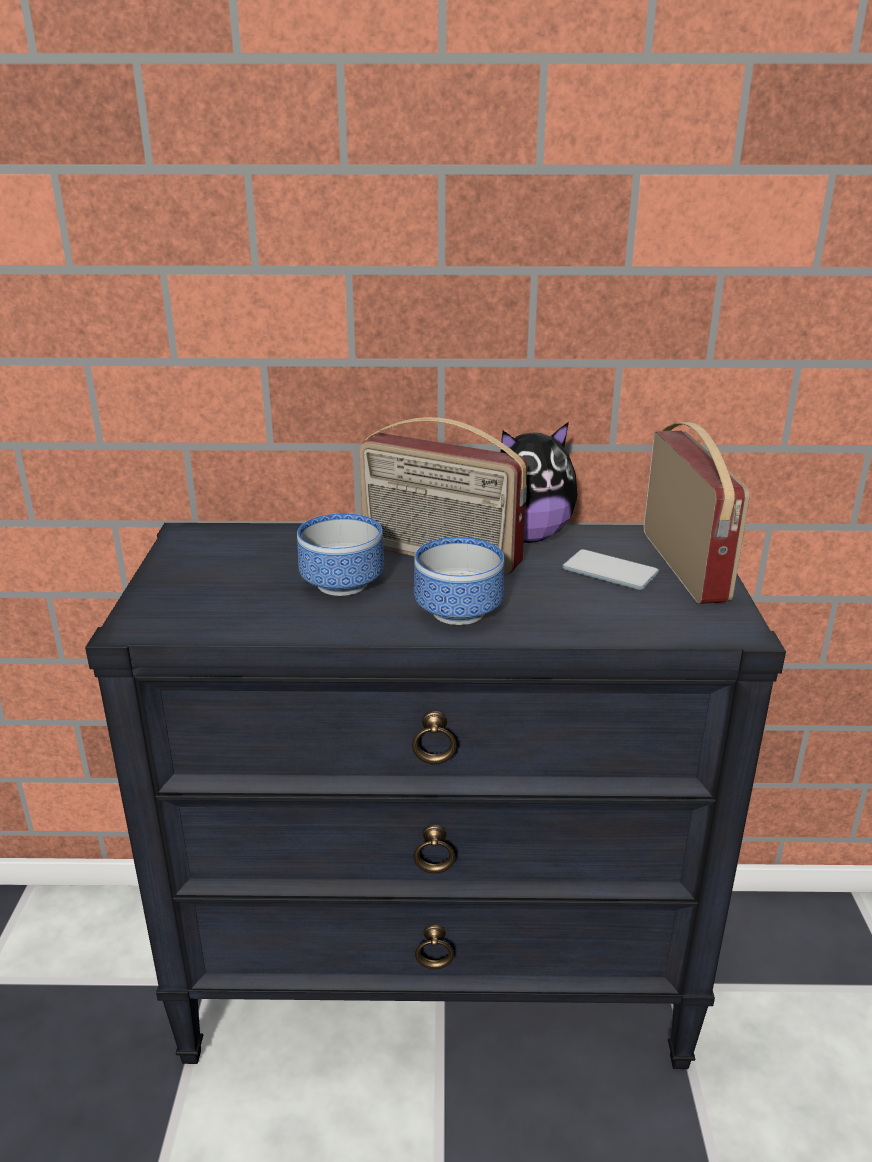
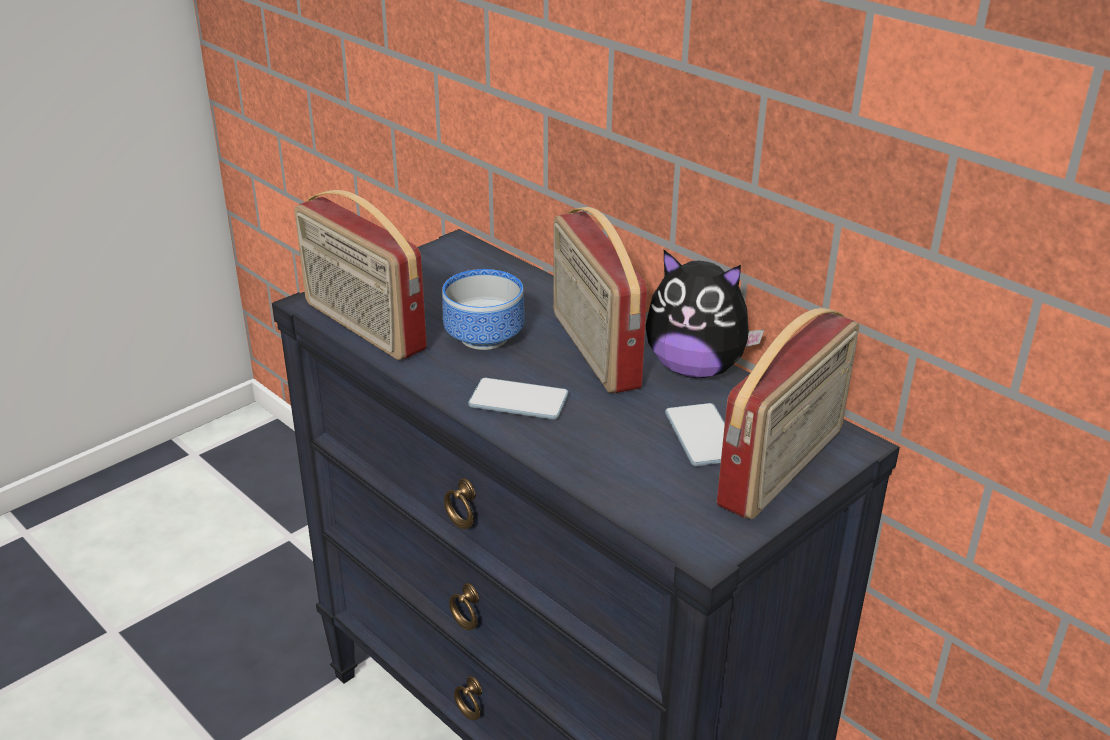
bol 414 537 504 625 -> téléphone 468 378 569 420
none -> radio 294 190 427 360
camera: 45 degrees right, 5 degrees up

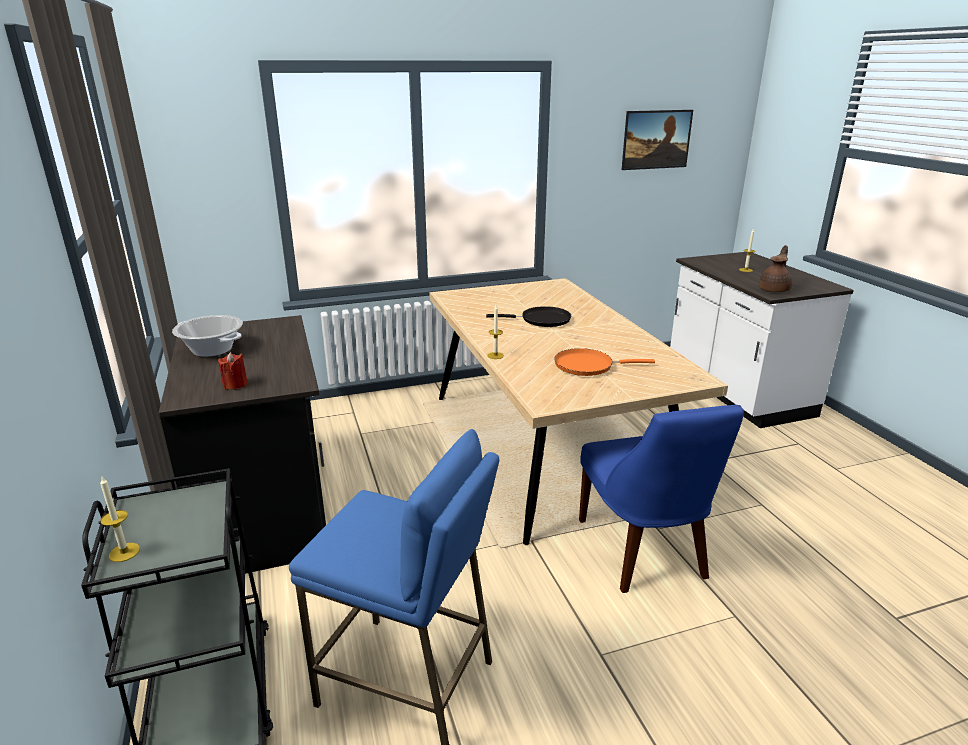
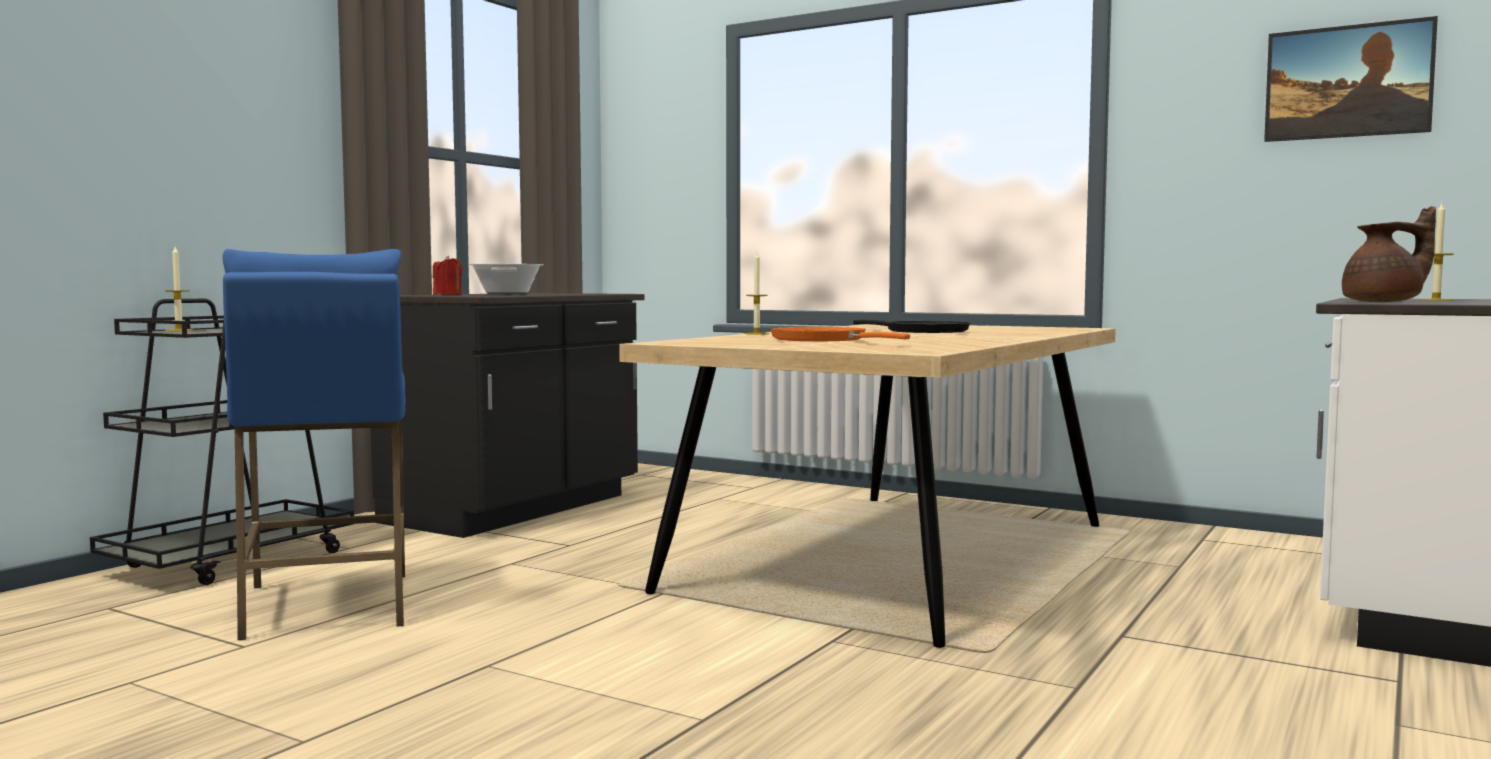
chaise [bleu] 579 405 744 593 -> none
camera: 50 degrees right, 20 degrees down

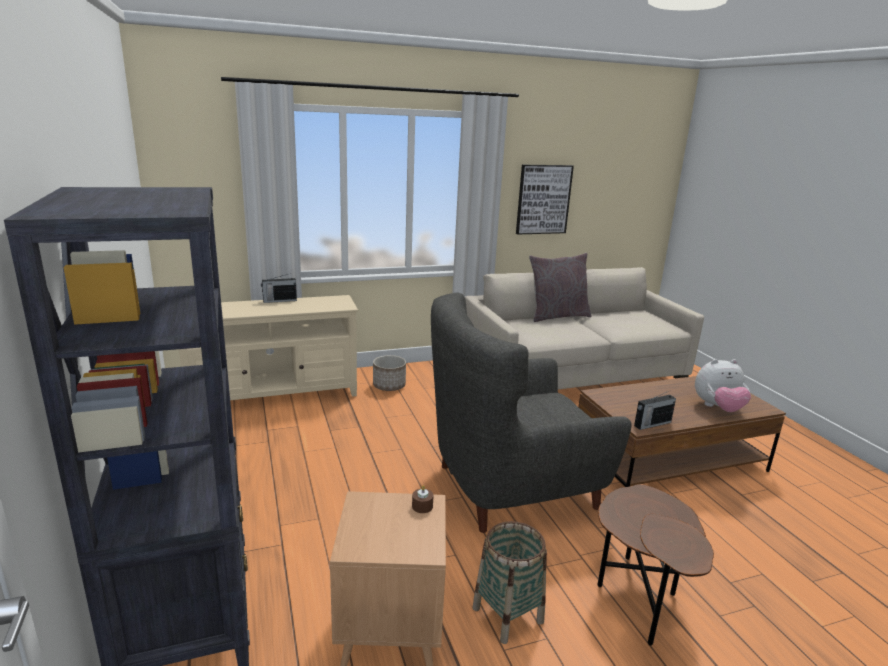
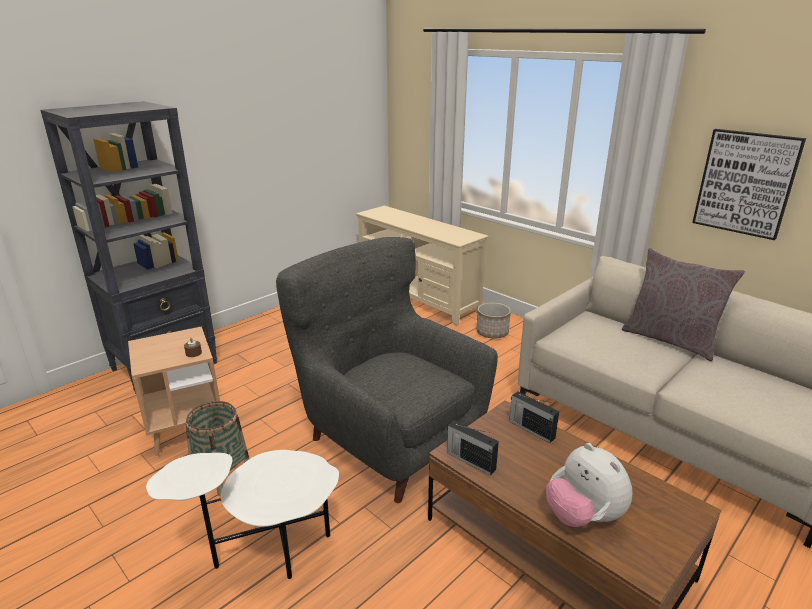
radio 261 273 297 303 -> radio 509 391 559 443, moved
table d'appoint [marron] 597 484 714 646 -> table d'appoint [blanc] 146 450 339 579
camera: 65 degrees right, 5 degrees up

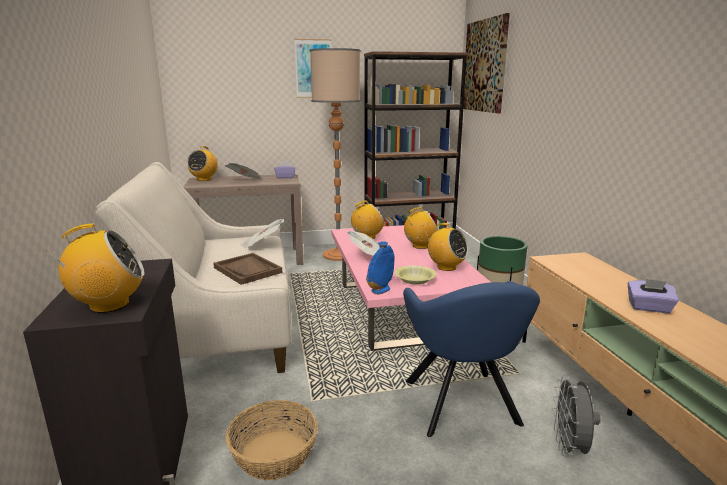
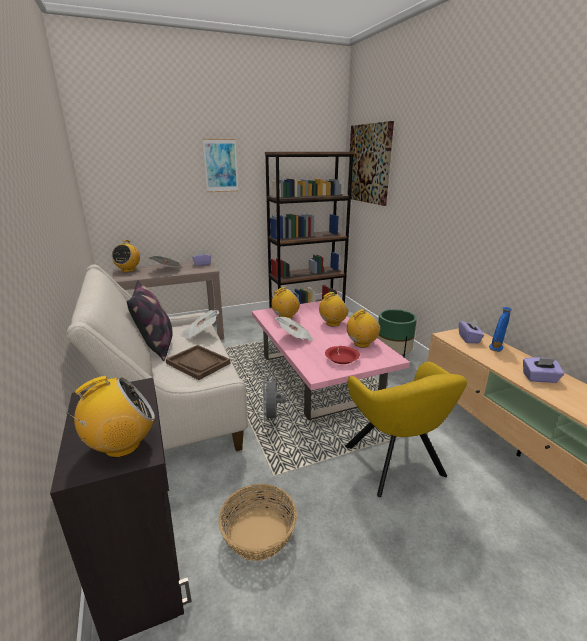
lampadaire 310 48 361 261 -> none
vase [bleu] 366 241 394 294 -> vase [bleu] 489 307 512 352, moved
bol [jaune] 394 265 436 284 -> bol [rouge] 325 346 360 364
fauteuil [bleu] 403 281 540 437 -> fauteuil [jaune] 345 361 467 497
radio 425 223 468 271 -> radio 347 309 380 348, 60 degrees counterclockwise
ventilateur [gris] 552 375 601 456 -> ventilateur [gris] 263 375 286 423, moved
none -> coussin 127 280 173 361
none -> boîte à mouchoirs [violet] 459 319 484 343
camera: 10 degrees left, 5 degrees up

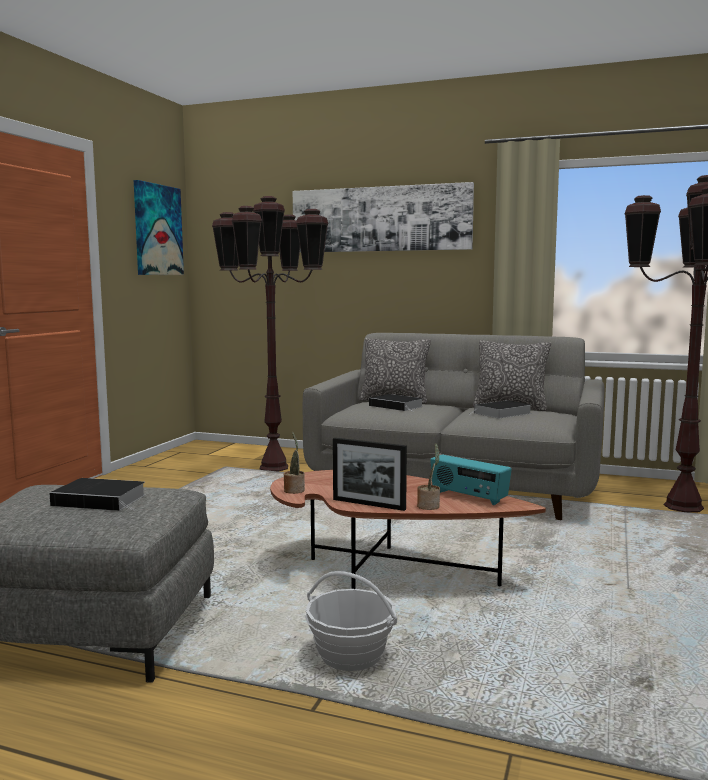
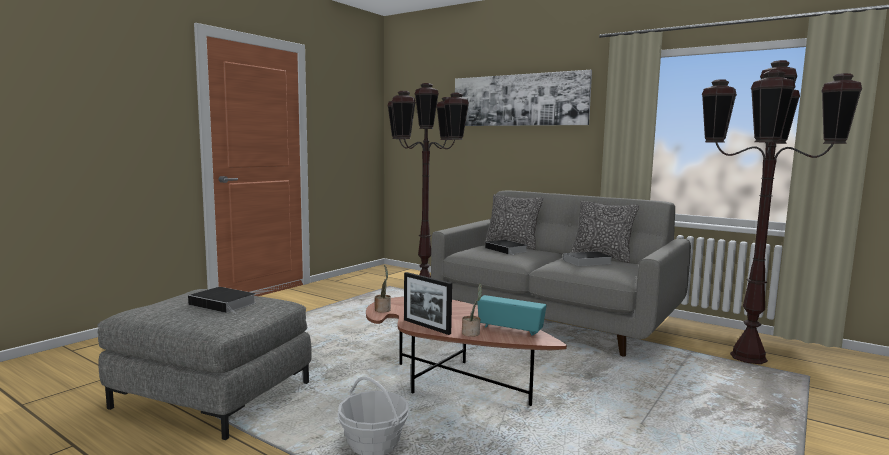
tableau 134 180 184 275 -> none
radio 430 455 512 505 -> radio 477 295 546 336, 150 degrees clockwise
camera: 15 degrees right, 0 degrees up

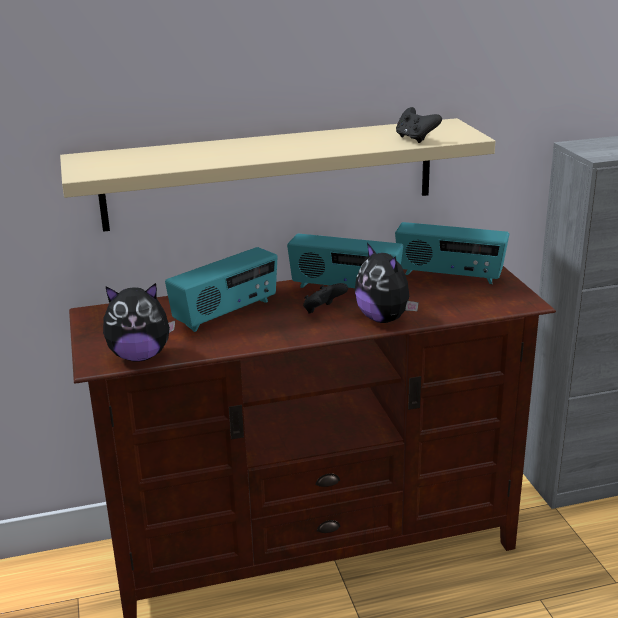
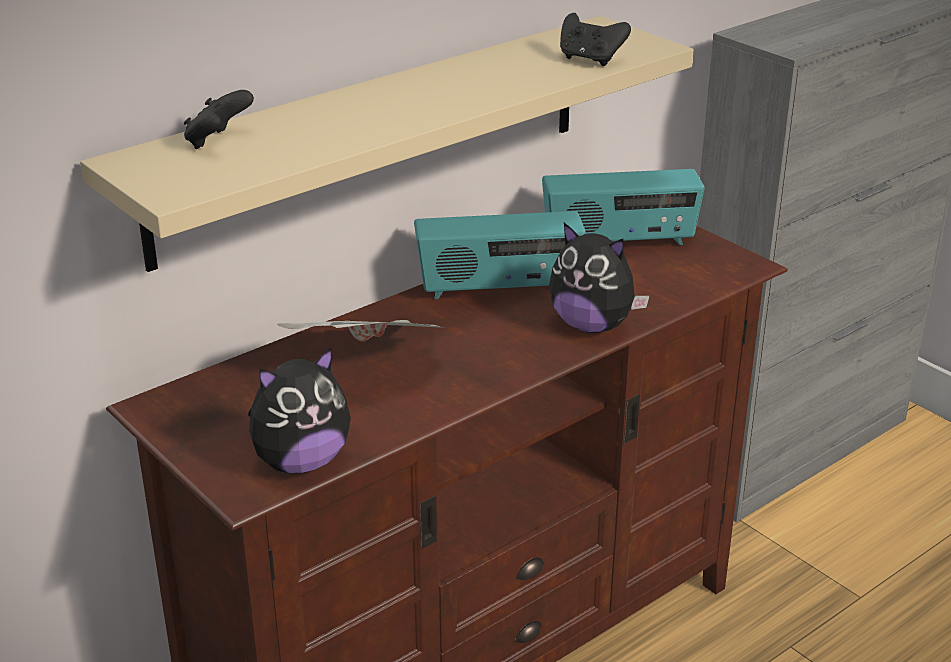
radio 165 247 277 332 -> journal 277 320 446 342
manette [noir] 303 283 348 313 -> manette [noir] 184 90 254 149, moved
camera: 25 degrees left, 5 degrees up

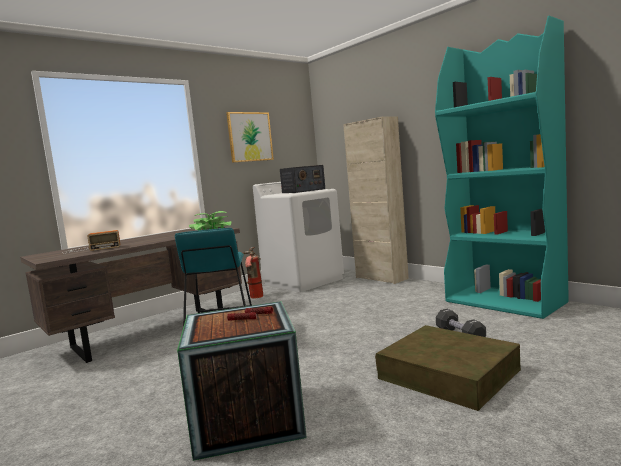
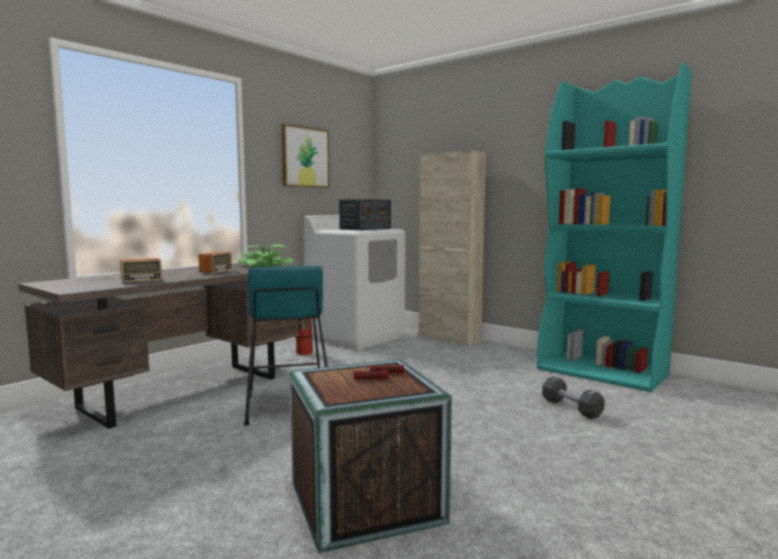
boîte de rangement [marron] 375 325 521 411 -> none
none -> radio 162 251 232 277
camera: 10 degrees left, 0 degrees up

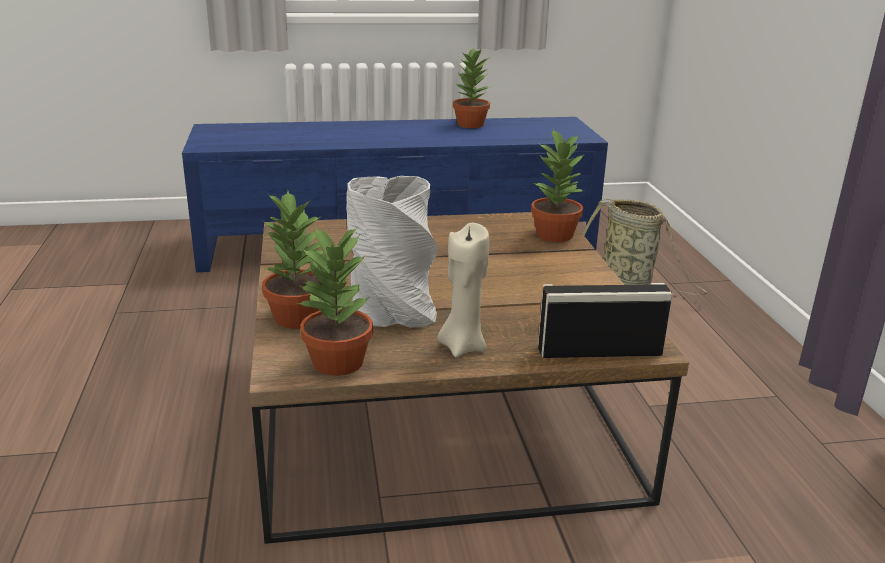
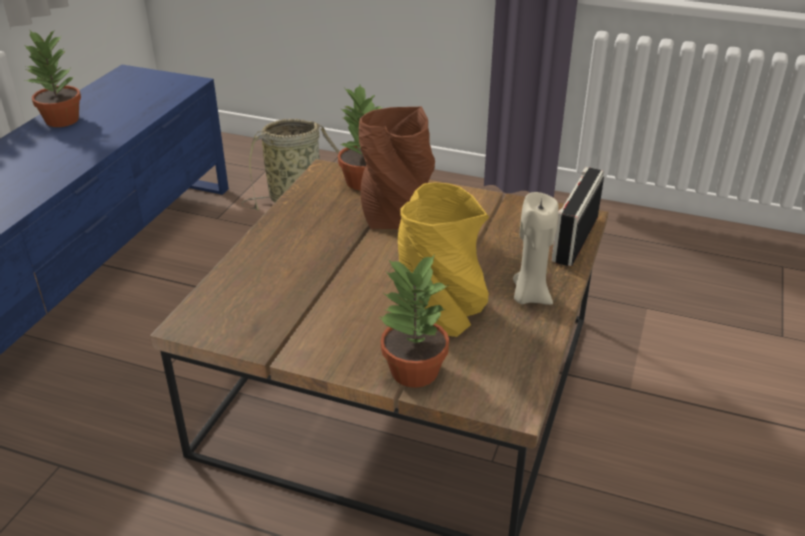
plante en pot 297 226 373 376 -> none
vase [gris] 346 176 438 328 -> vase [jaune] 398 182 489 337
none -> vase [marron] 359 107 435 229
camera: 60 degrees left, 10 degrees up

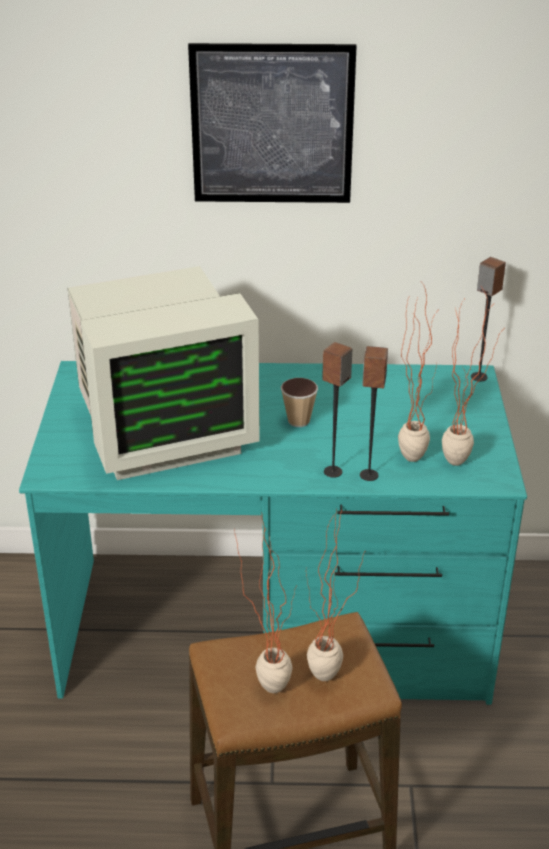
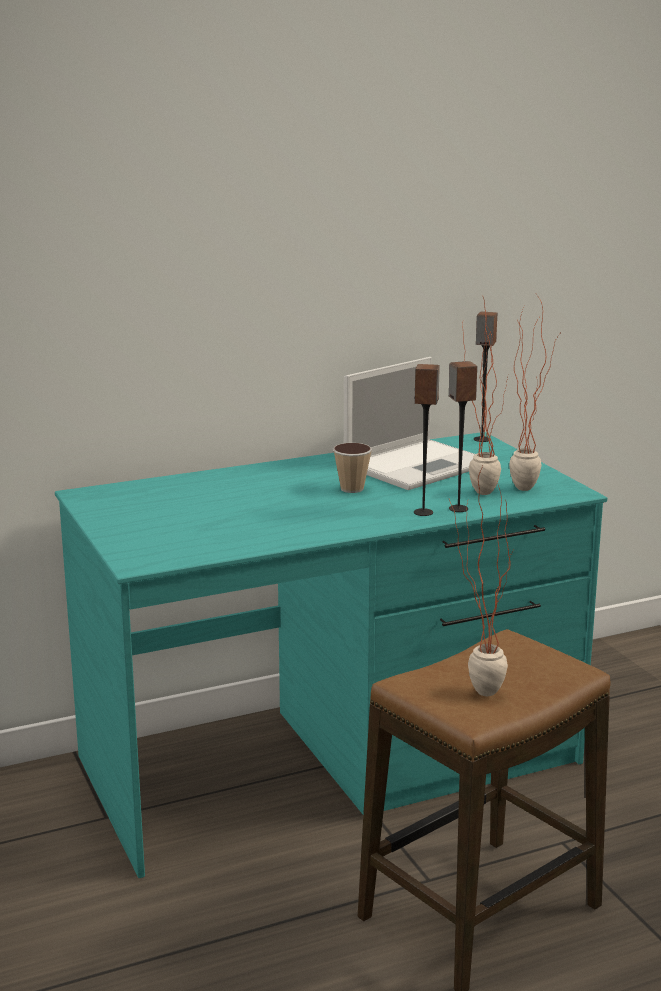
écran d'ordinateur 68 266 260 480 -> none
tableau 188 43 357 203 -> none
plante en pot 306 508 365 681 -> none
none -> ordinateur portable 344 357 476 490
camera: 25 degrees left, 15 degrees down

